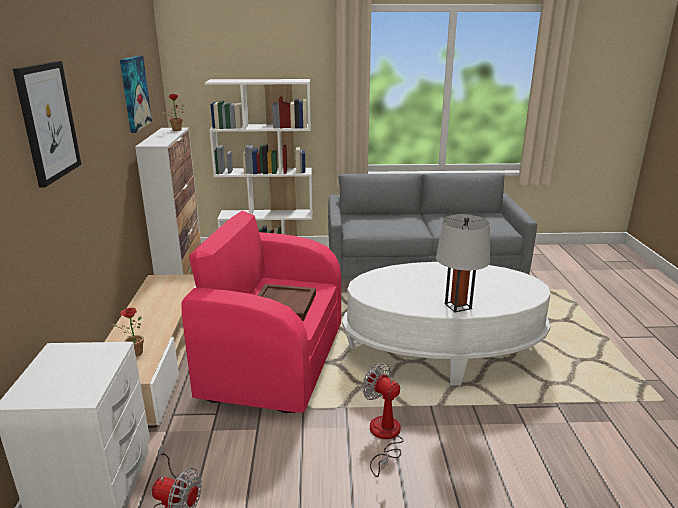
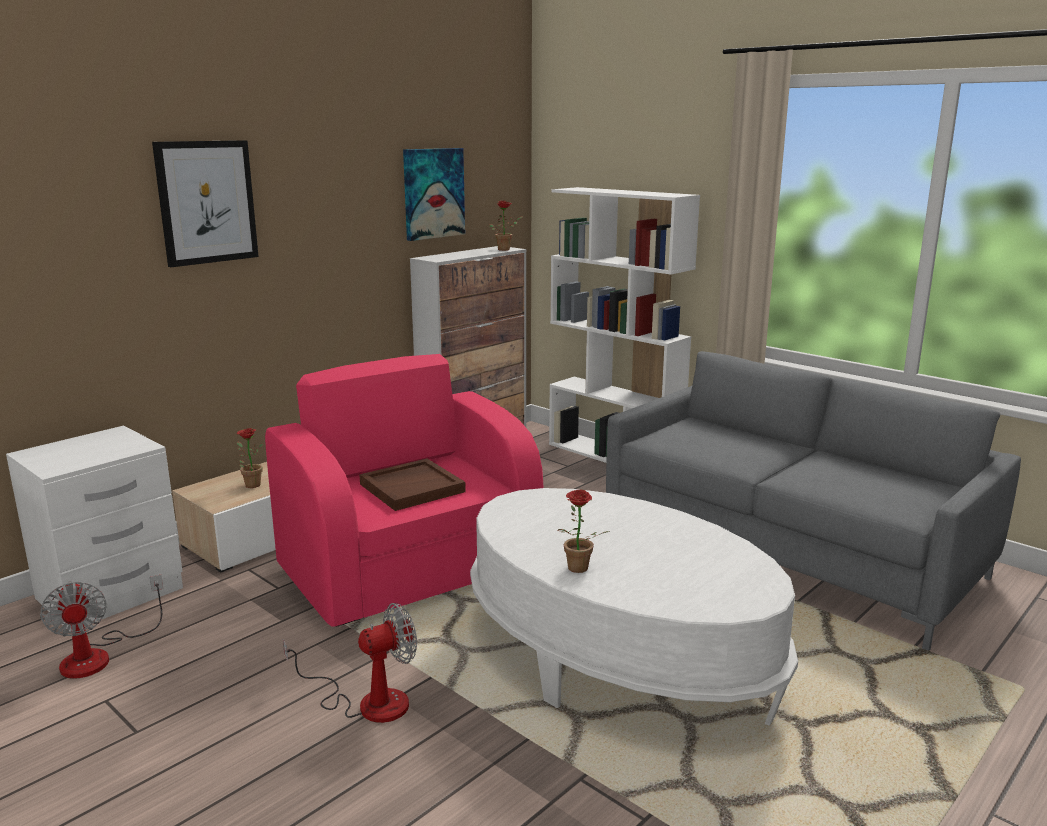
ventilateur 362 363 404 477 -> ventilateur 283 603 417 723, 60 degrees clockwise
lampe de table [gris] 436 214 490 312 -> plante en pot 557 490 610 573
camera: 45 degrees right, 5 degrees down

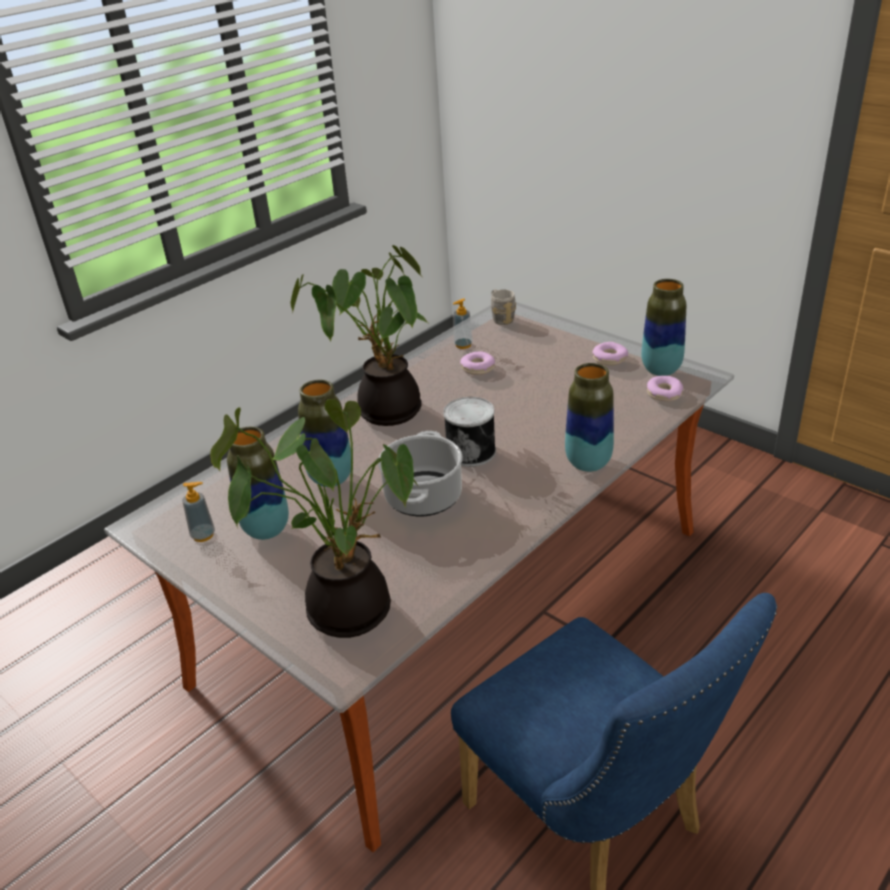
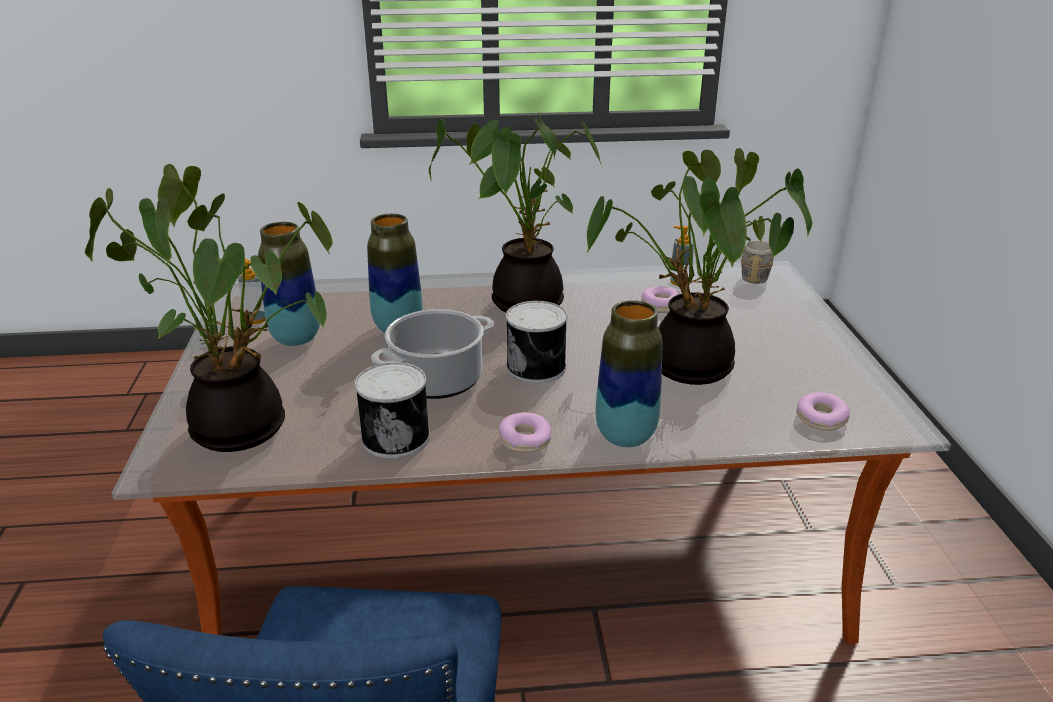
beignet 593 342 628 366 -> beignet 499 412 551 452, moved
vase 641 279 686 376 -> none
none -> boîte métallique 355 362 430 458
none -> plante en pot 586 148 812 385
camera: 40 degrees right, 5 degrees down

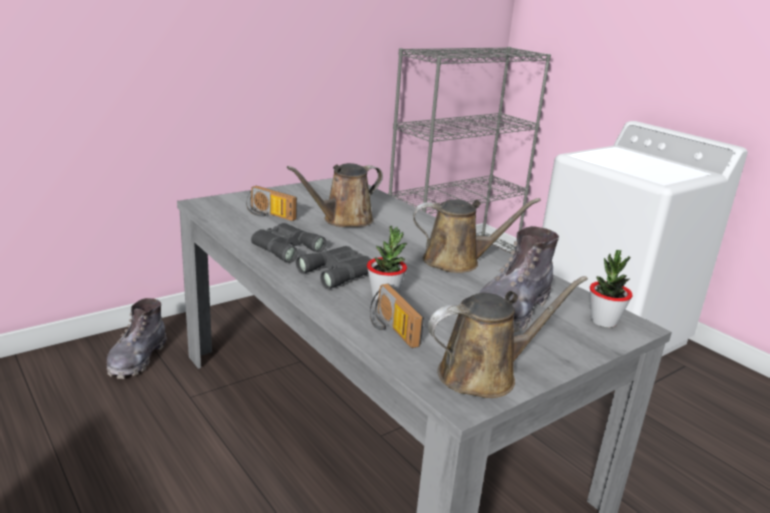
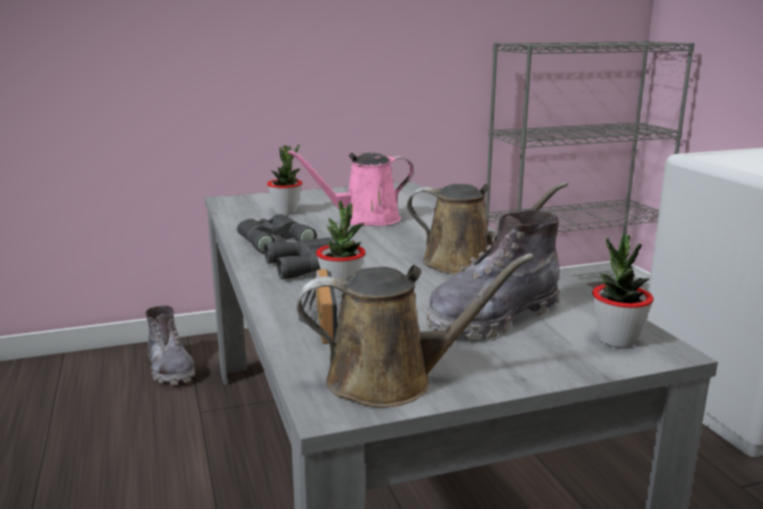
botte [gris] 106 298 167 379 -> botte [gris] 145 306 195 385, 60 degrees counterclockwise
radio 246 186 297 221 -> plante en pot 267 144 302 215
arrosoir [marron] 287 163 383 227 -> arrosoir [rose] 288 150 414 226
camera: 20 degrees right, 5 degrees down

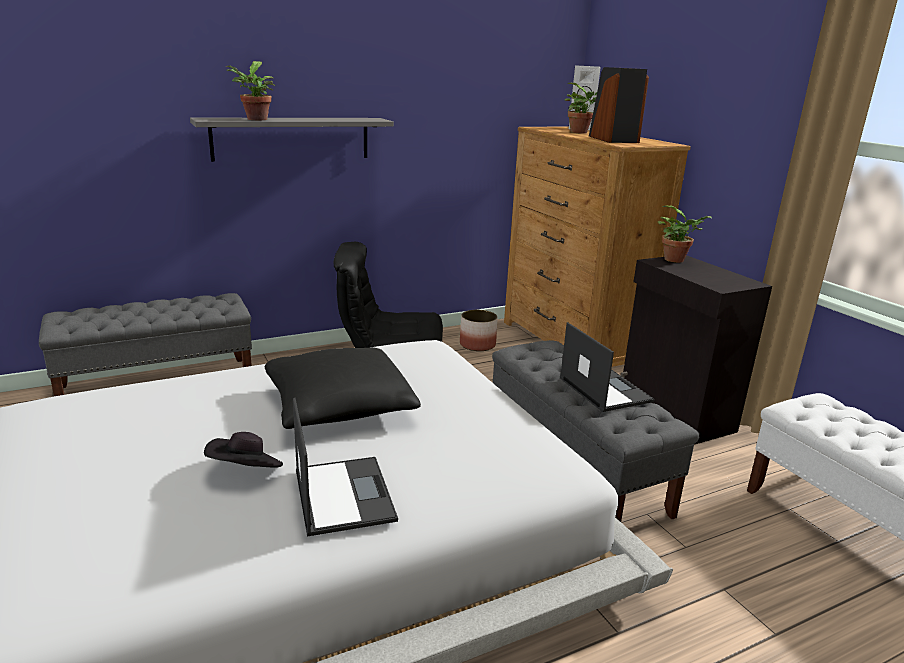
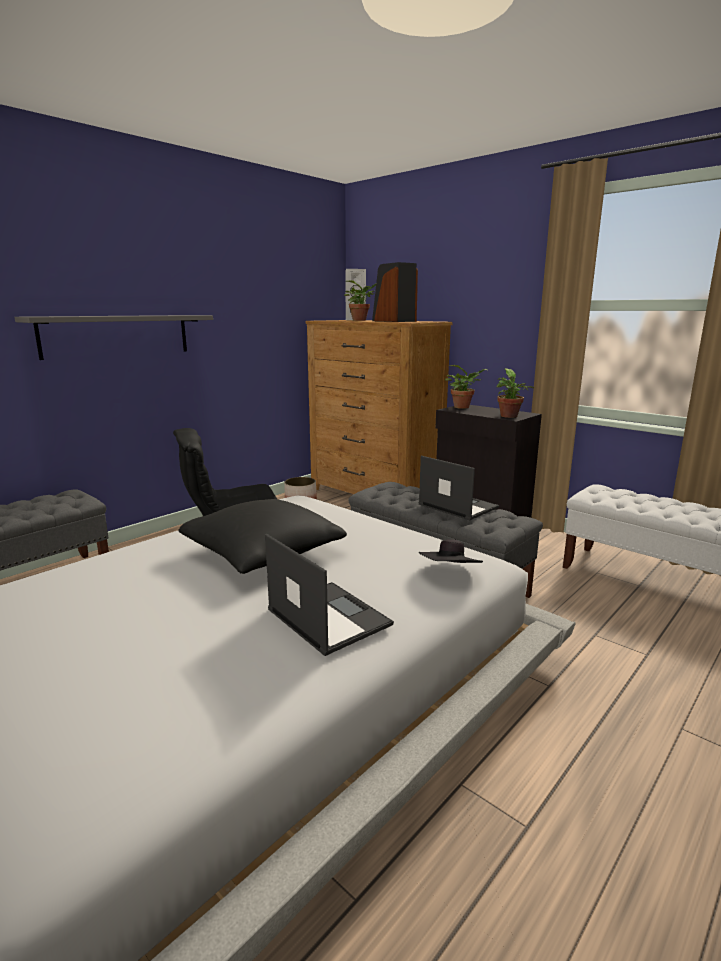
chapeau [noir] 204 432 283 467 -> chapeau [noir] 418 539 483 563, moved
plante en pot 226 61 275 121 -> plante en pot 497 369 534 418, moved
camera: 20 degrees left, 5 degrees down

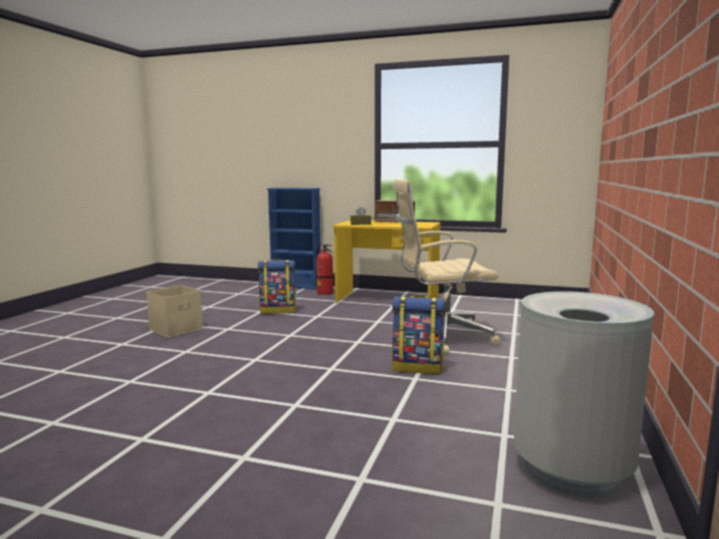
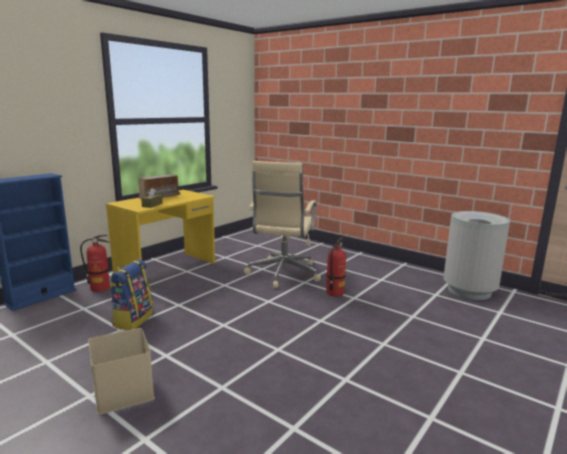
sac à dos 392 295 445 374 -> extincteur 326 237 346 297
camera: 70 degrees left, 5 degrees up

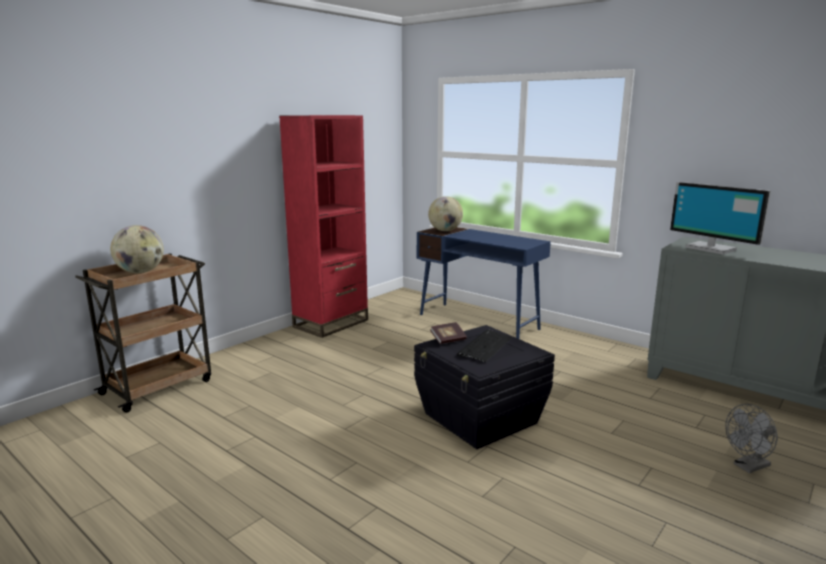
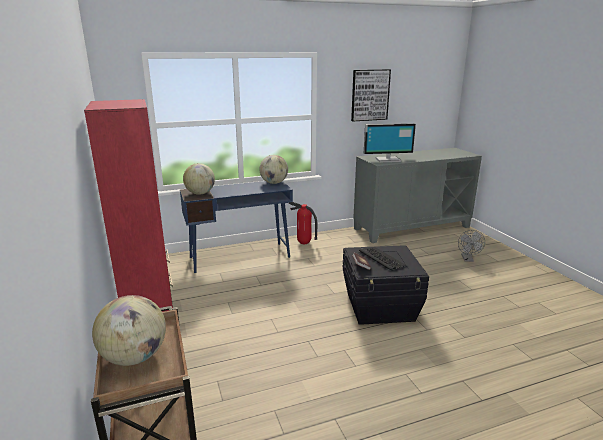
none -> globe 259 155 288 184
none -> extincteur 289 202 317 244
none -> tableau 351 69 391 122
camera: 60 degrees left, 5 degrees up

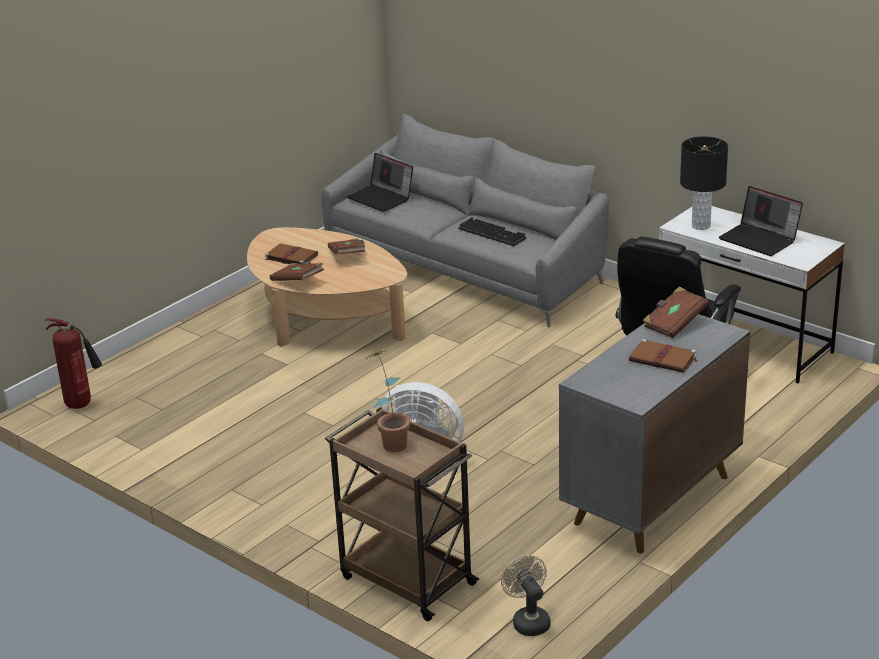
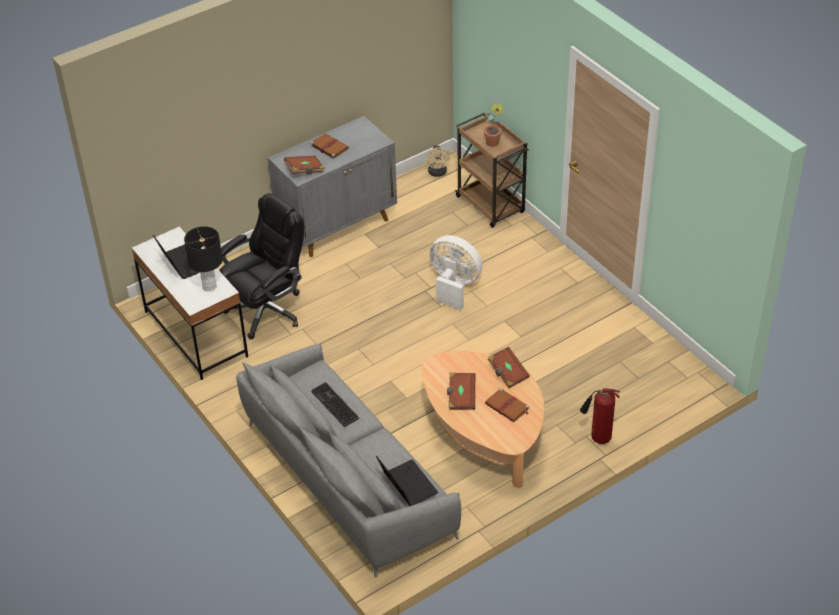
extincteur 45 319 102 409 -> extincteur 580 389 620 444, moved
camera: 165 degrees left, 15 degrees up

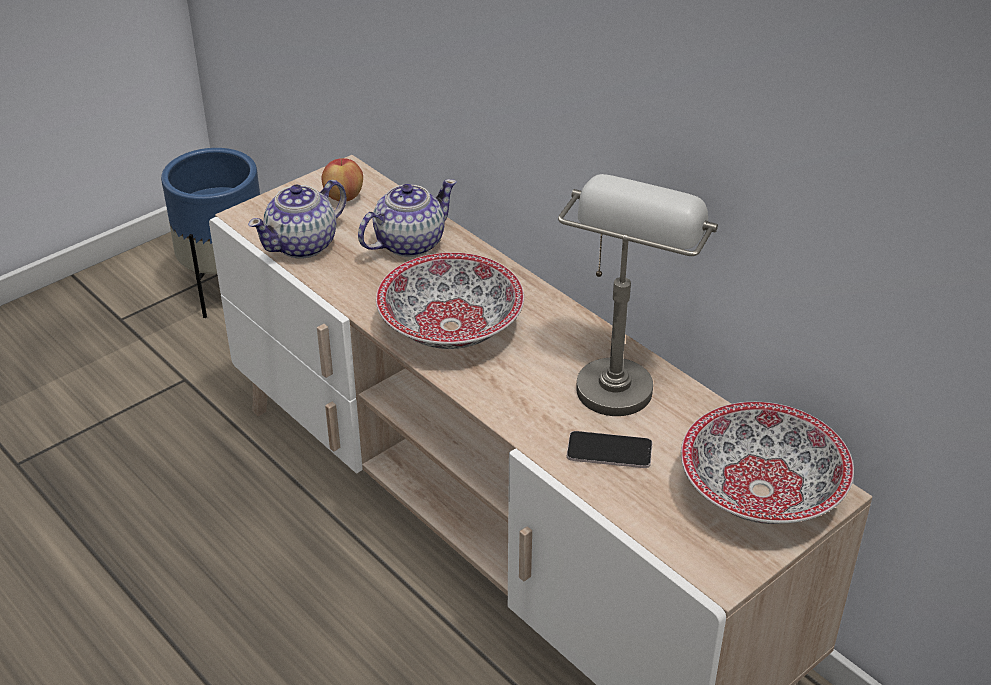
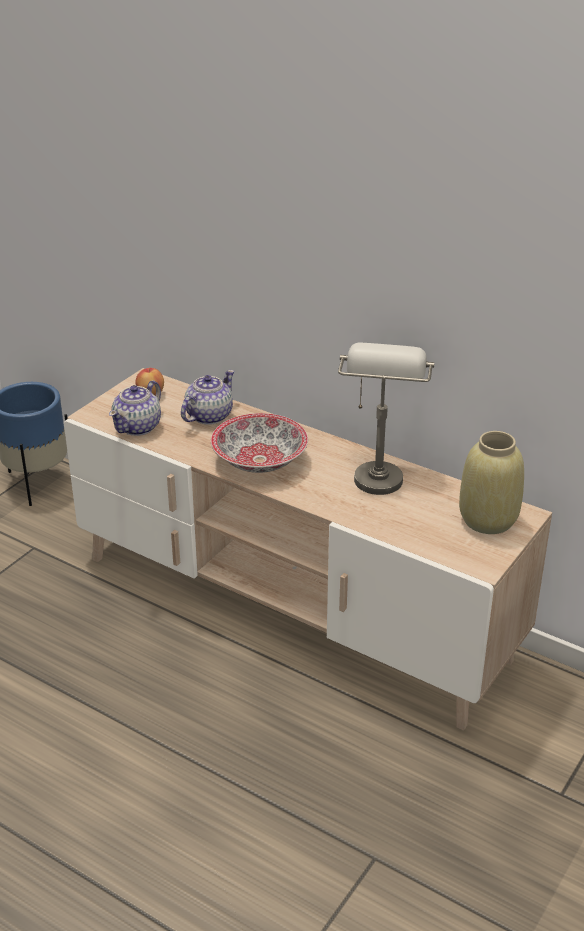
téléphone 567 431 652 468 -> none
bol 681 402 854 524 -> vase [beige] 459 431 524 534
camera: 15 degrees left, 5 degrees down

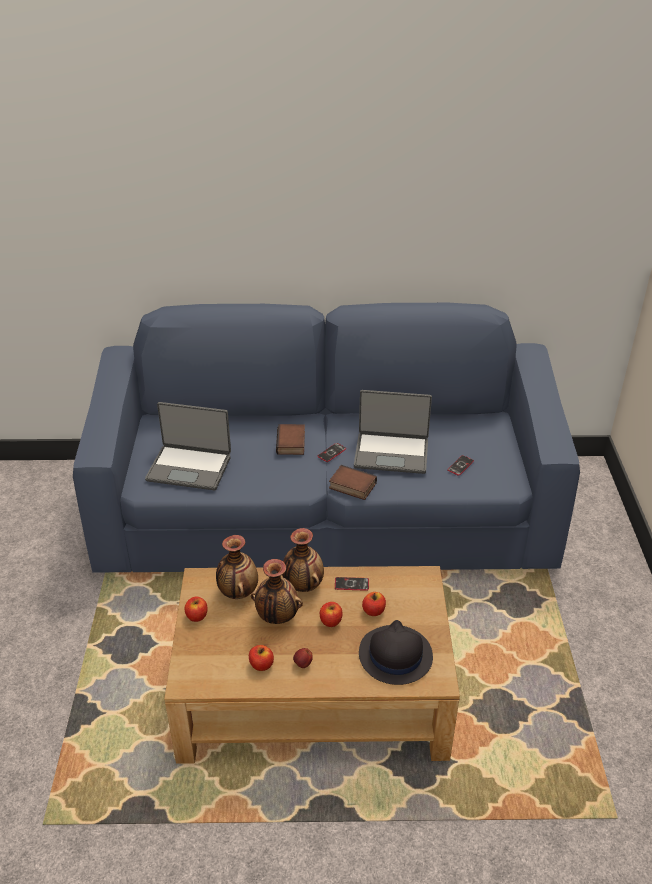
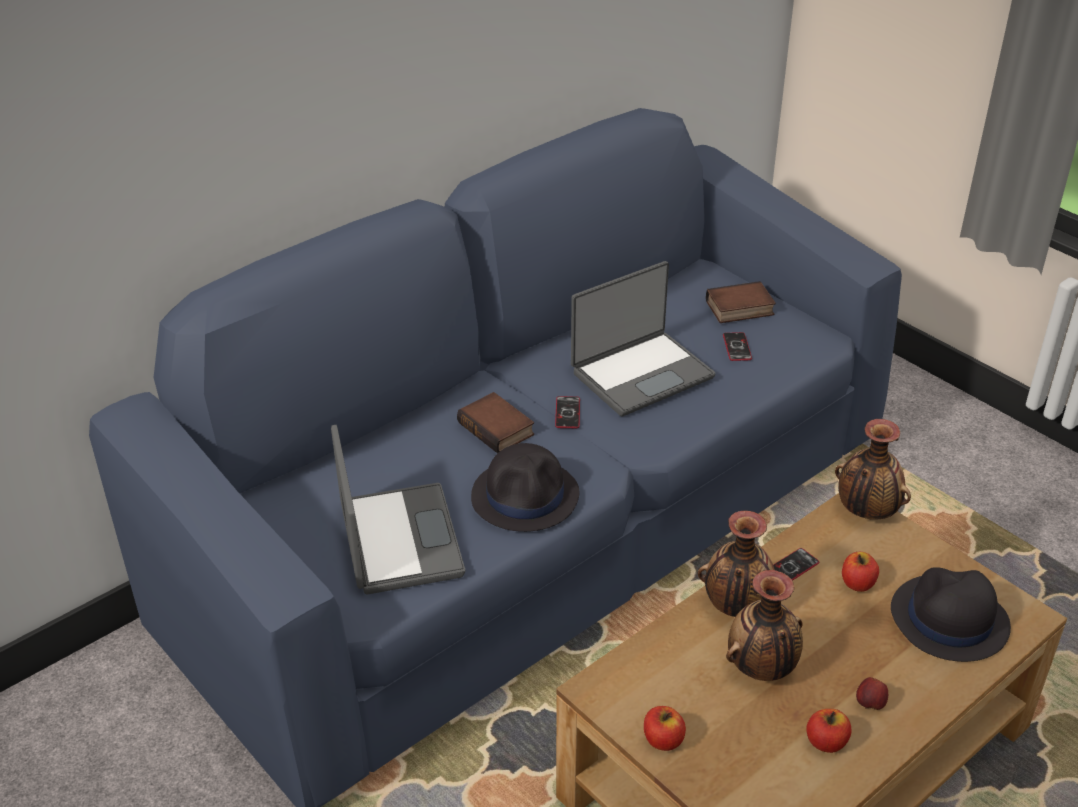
ordinateur portable 145 402 231 490 -> ordinateur portable 331 425 465 594, 75 degrees counterclockwise
vase 216 535 258 599 -> vase 835 419 911 520, moved
pomme 320 602 342 627 -> none
livre 329 465 377 500 -> livre 706 281 776 323, moved
none -> chapeau [noir] 471 443 579 532
camera: 40 degrees left, 0 degrees up

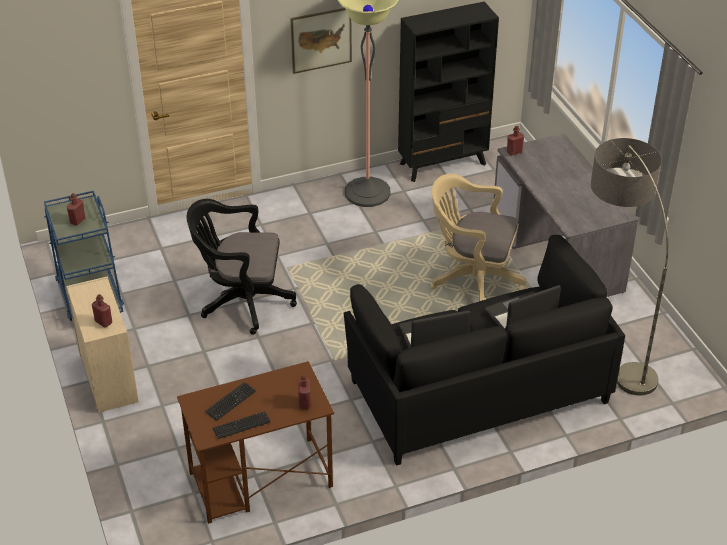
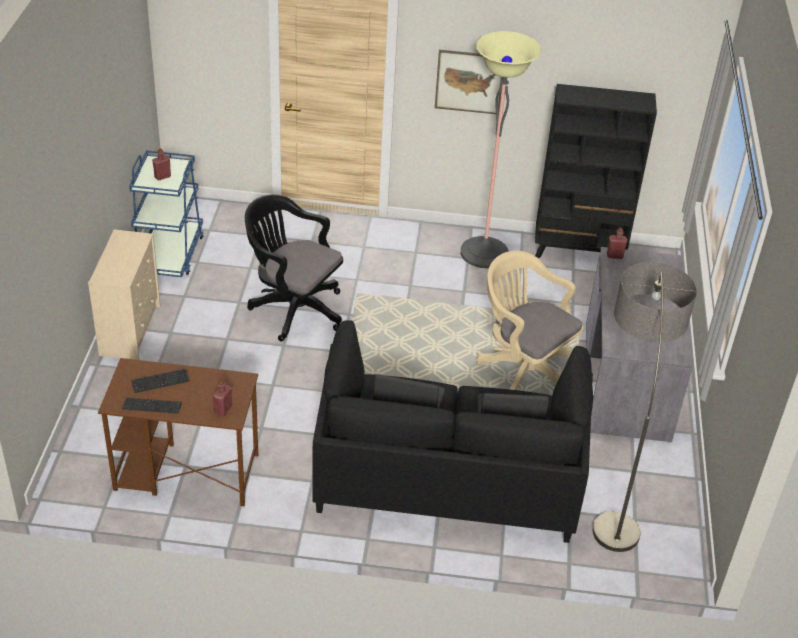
bouteille [rouge] 92 294 112 328 -> none
camera: 25 degrees right, 0 degrees up

